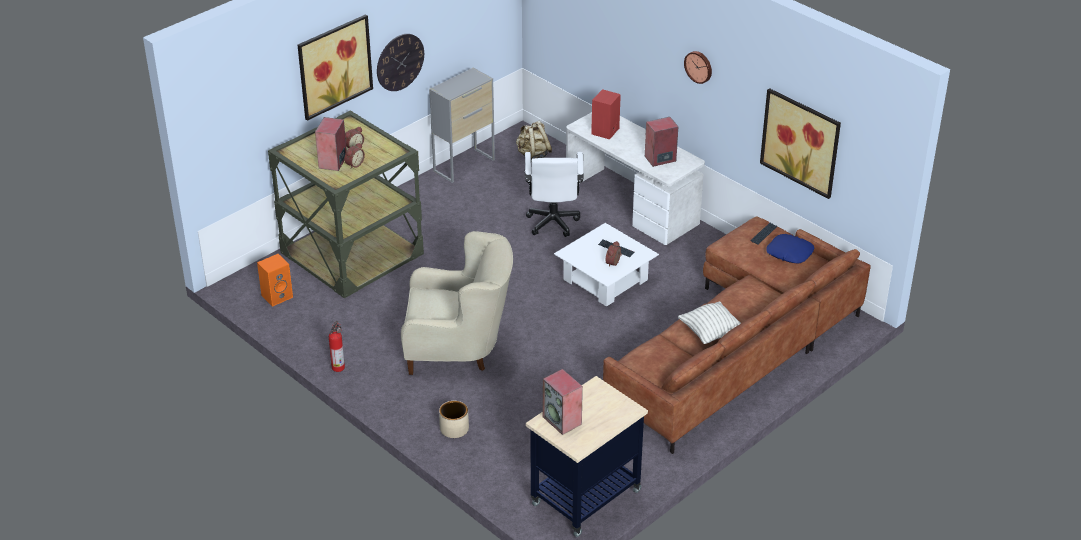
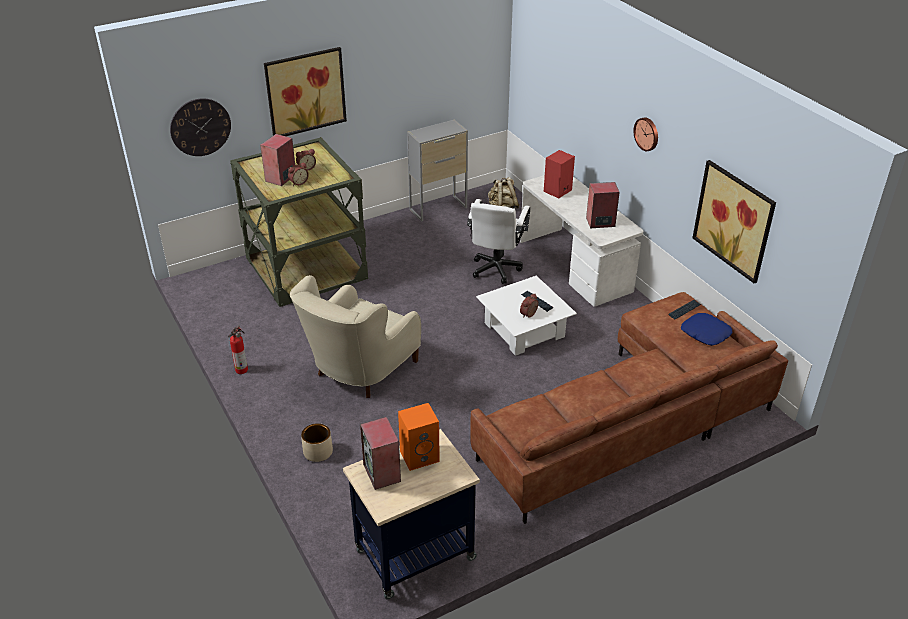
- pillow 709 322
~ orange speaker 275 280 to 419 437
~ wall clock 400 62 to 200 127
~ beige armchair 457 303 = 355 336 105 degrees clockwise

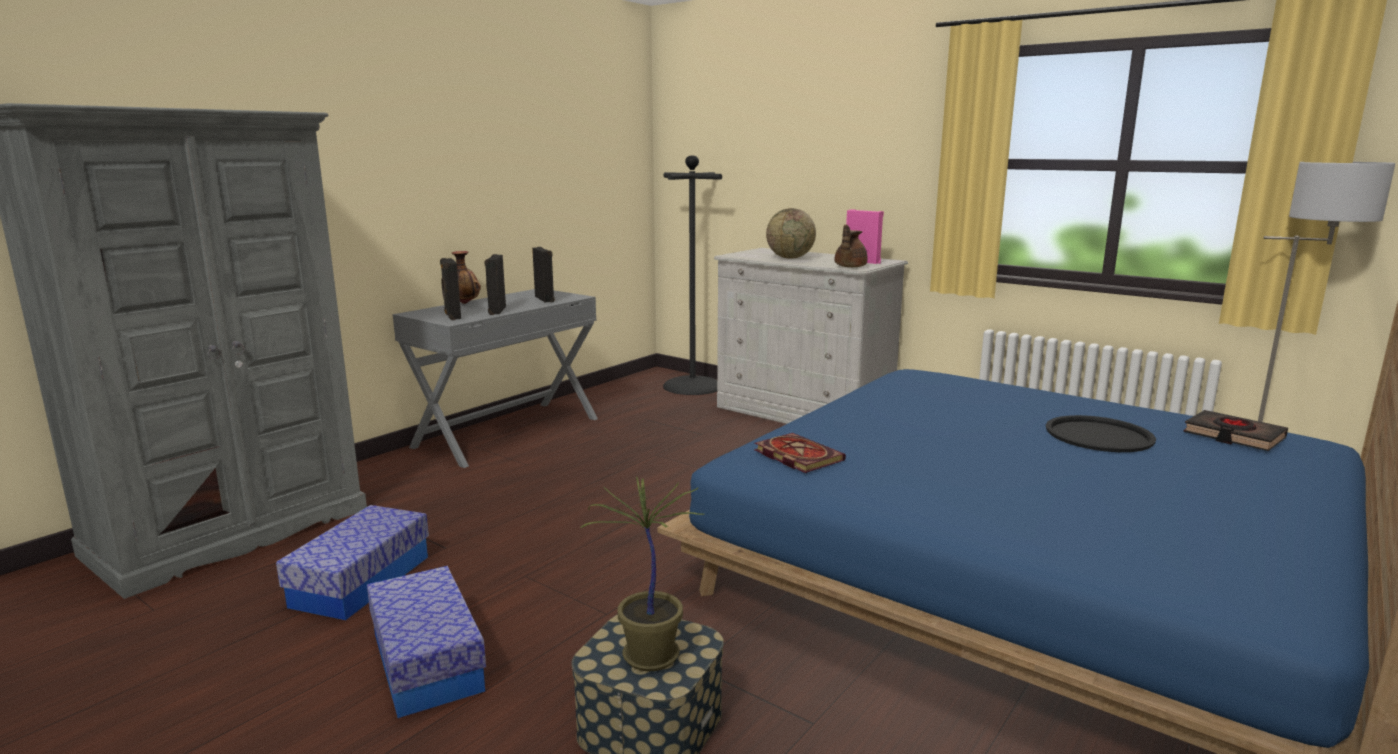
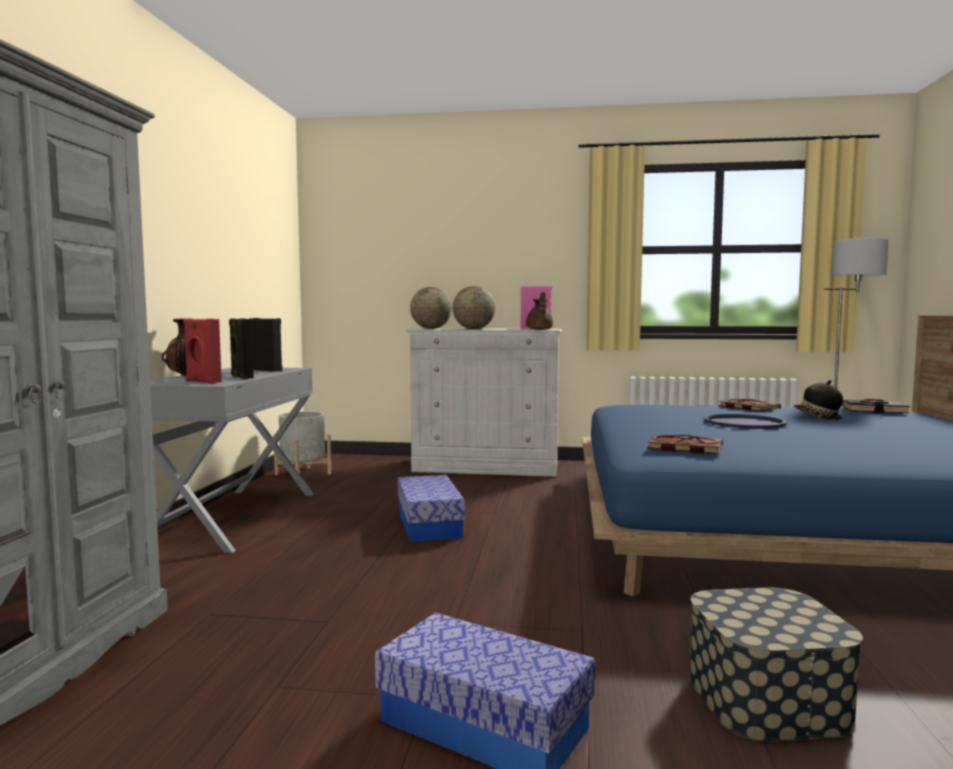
- potted plant 642 573
- black-coloured clothes rack 692 275
+ gray plant pot 302 443
+ globe 431 308
+ blue-coloured tray 745 421
+ bound book 749 405
~ storage bin 352 562 to 431 508
~ black-coloured tray 1101 433 to clothing hat 818 400
~ black-coloured speaker 450 289 to red speaker 202 351

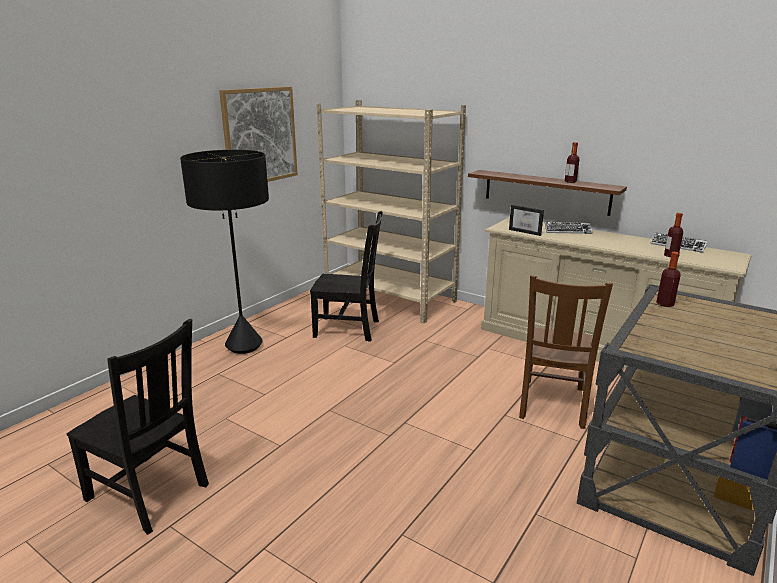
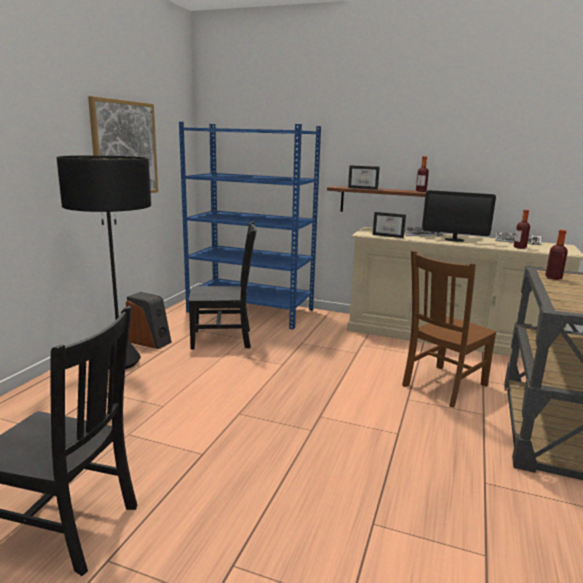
+ speaker 149 320
+ standing frame 364 177
+ computer screen 459 216
~ beige bookcase 391 212 to blue-coloured bookcase 250 226
~ brown-coloured chair 566 352 = 449 329 45 degrees clockwise

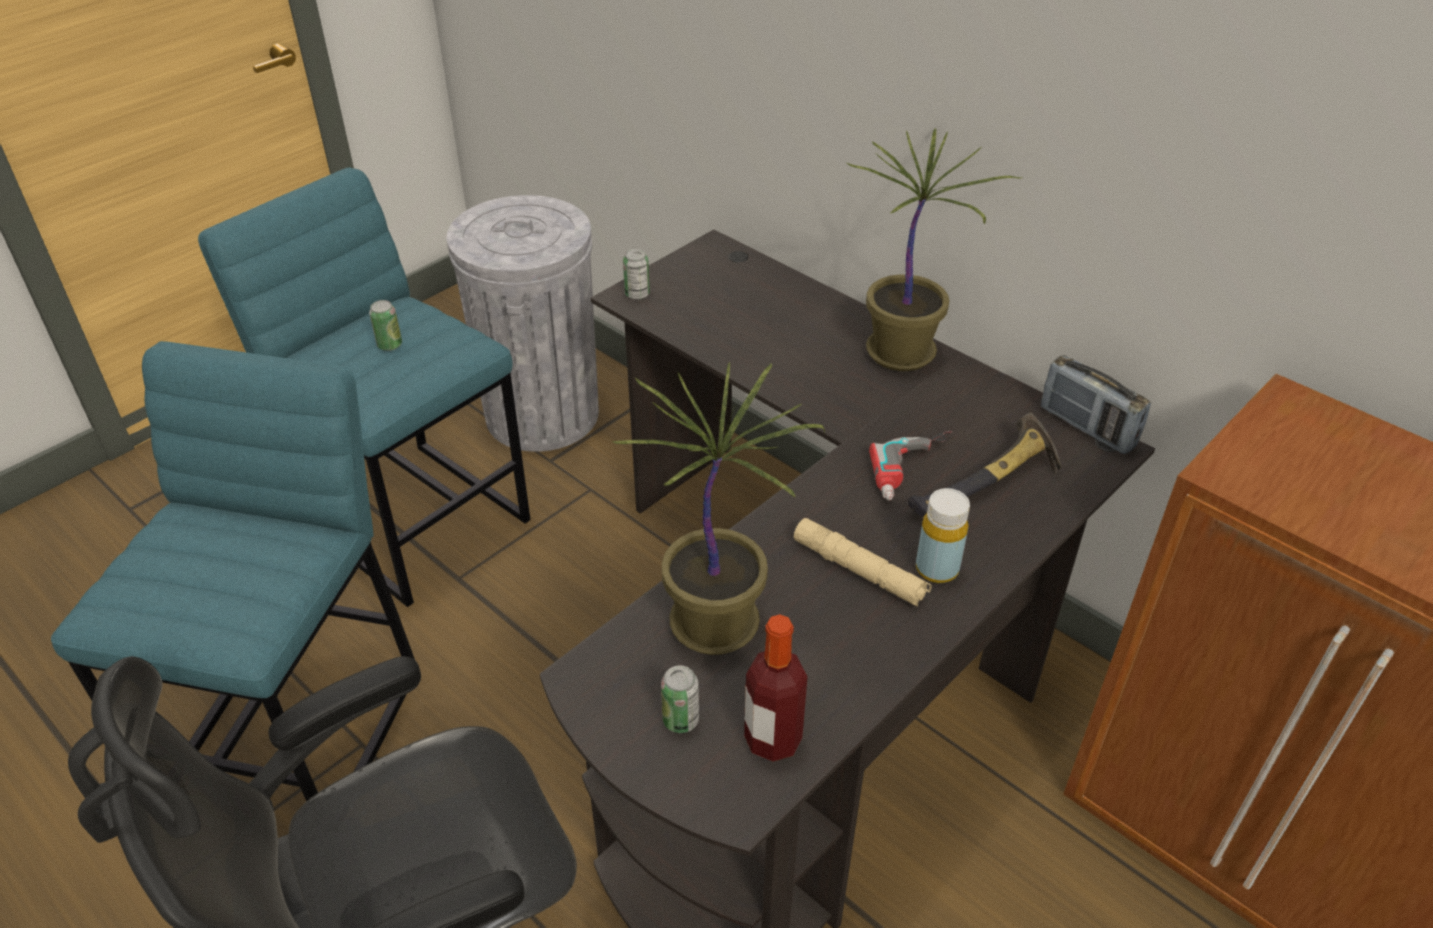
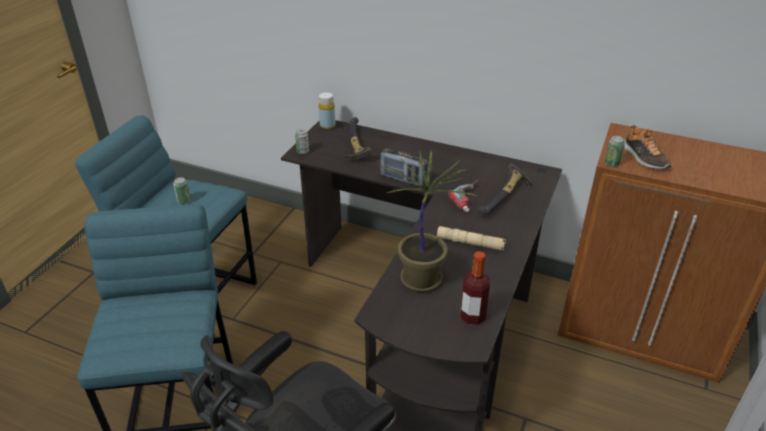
- gray waste bin 523 323
- potted plant 934 249
+ hand hammer 358 139
+ shoe 647 147
~ sealed can 680 699 to 614 151
~ yellow-coloured bottle 943 535 to 327 110
~ radio 1096 404 to 404 167

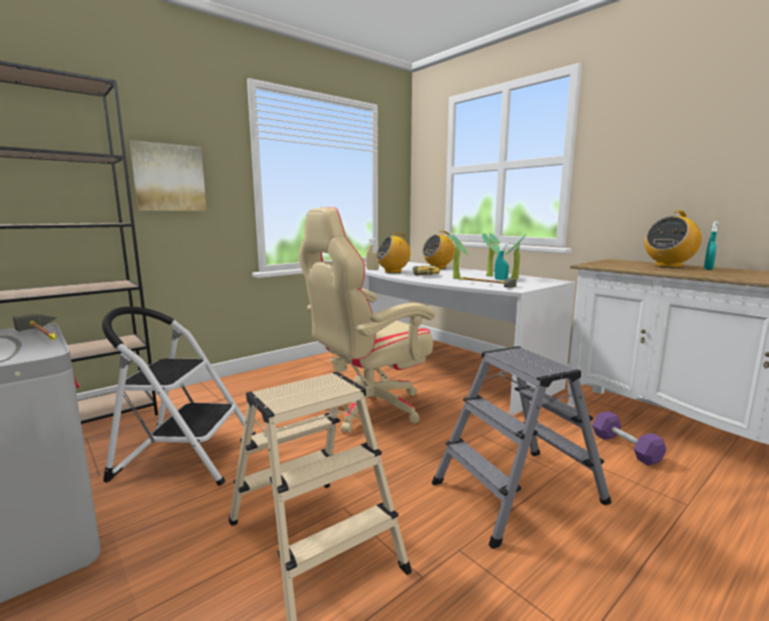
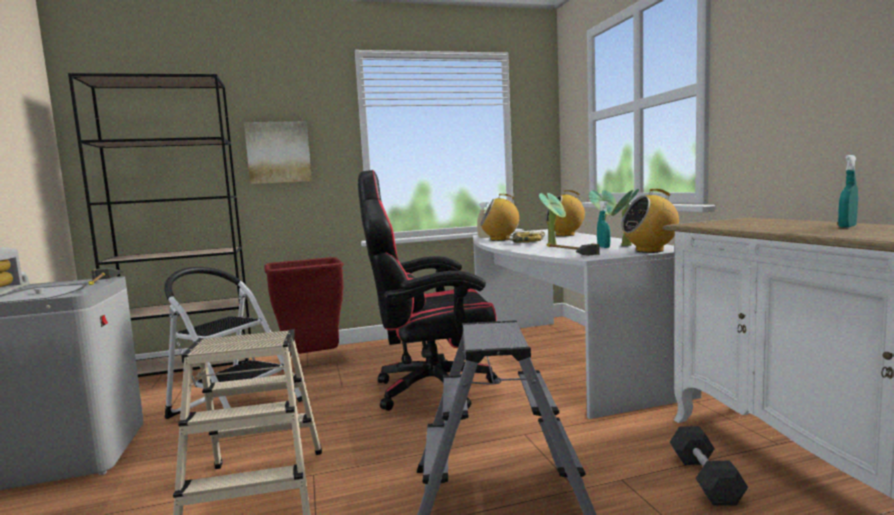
+ red waste bin 304 306
~ radio 673 239 to 650 221
~ beige computer chair 366 320 to black-coloured computer chair 428 290
~ purple dumbbell 629 438 to black-coloured dumbbell 709 466

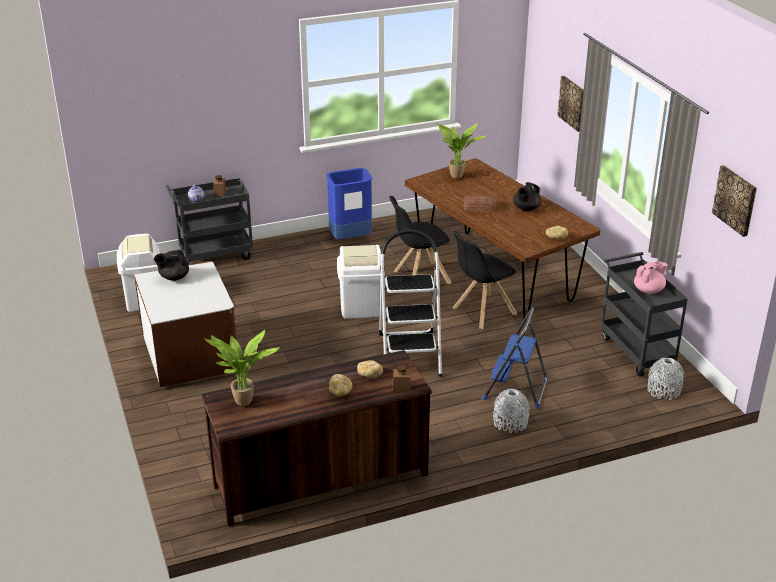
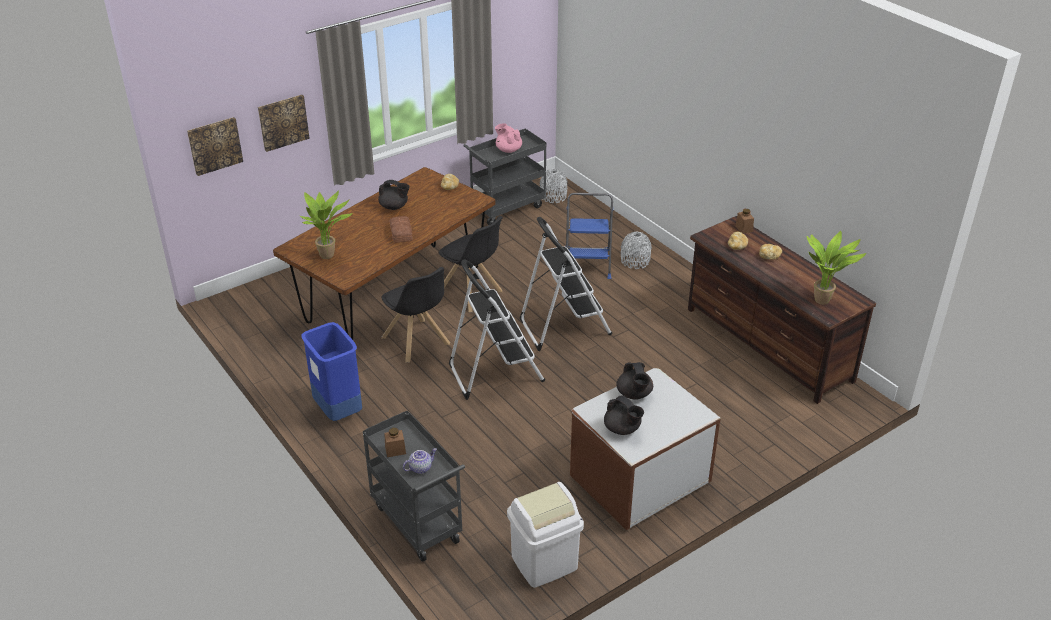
+ black-coloured pot for tea 634 380
~ wall art 734 201 to 215 146
~ whitish waste bin 359 281 to step ladder 497 329

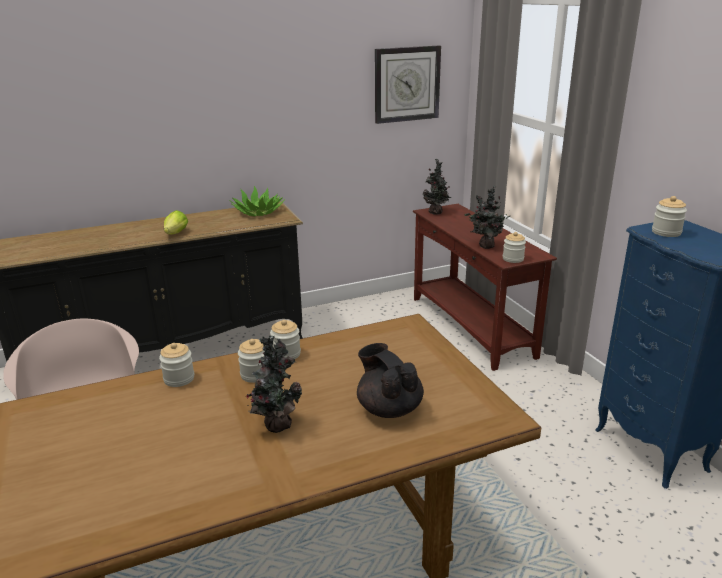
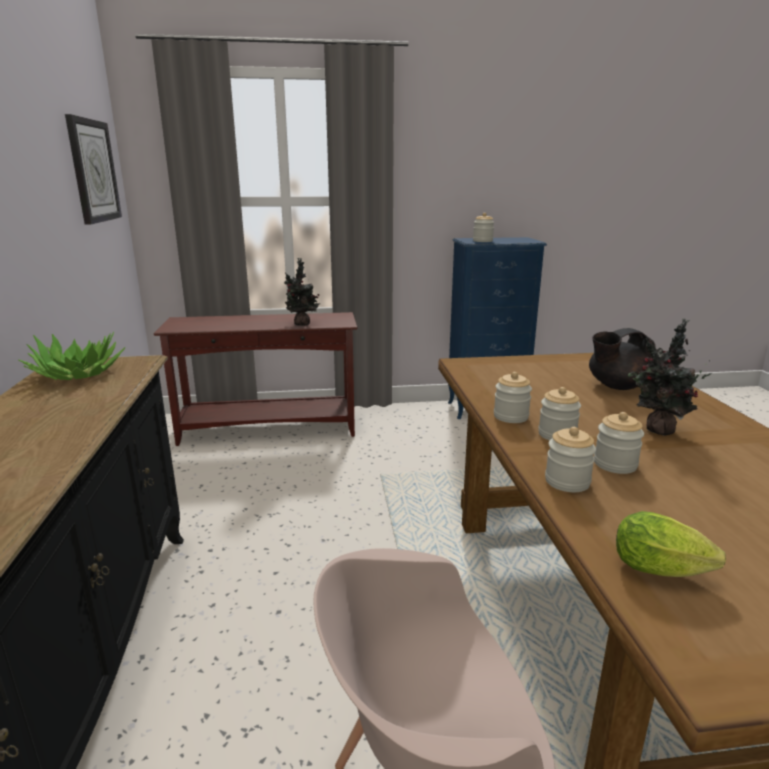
- potted plant 437 187
~ lettuce 176 222 to 671 544
~ jar 514 247 to 619 443

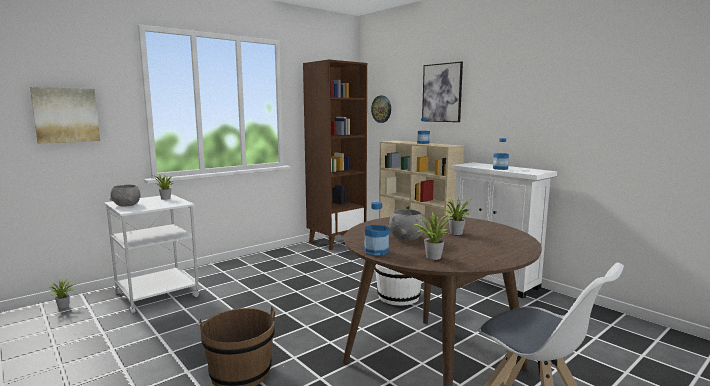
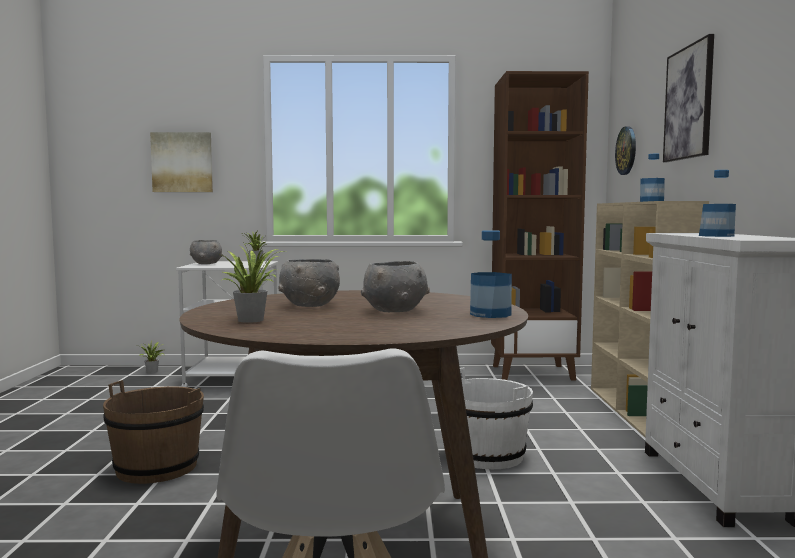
~ bottle 376 229 to 491 274
~ potted plant 456 215 to gray deep dish 395 286

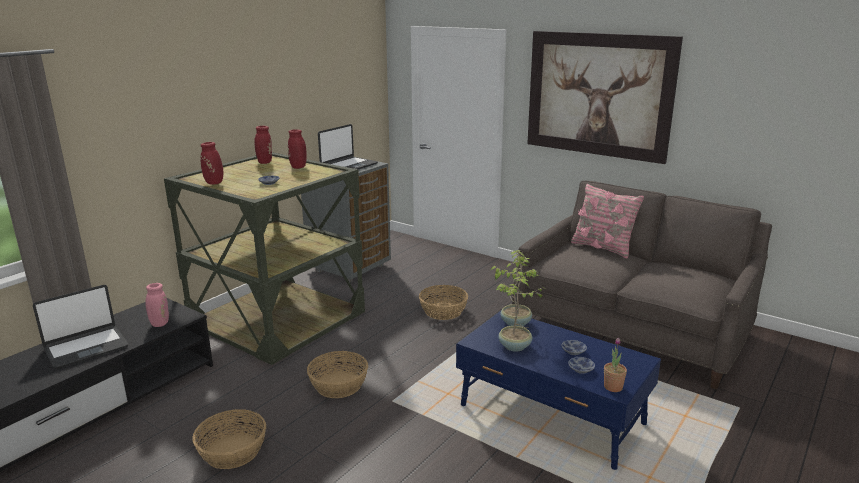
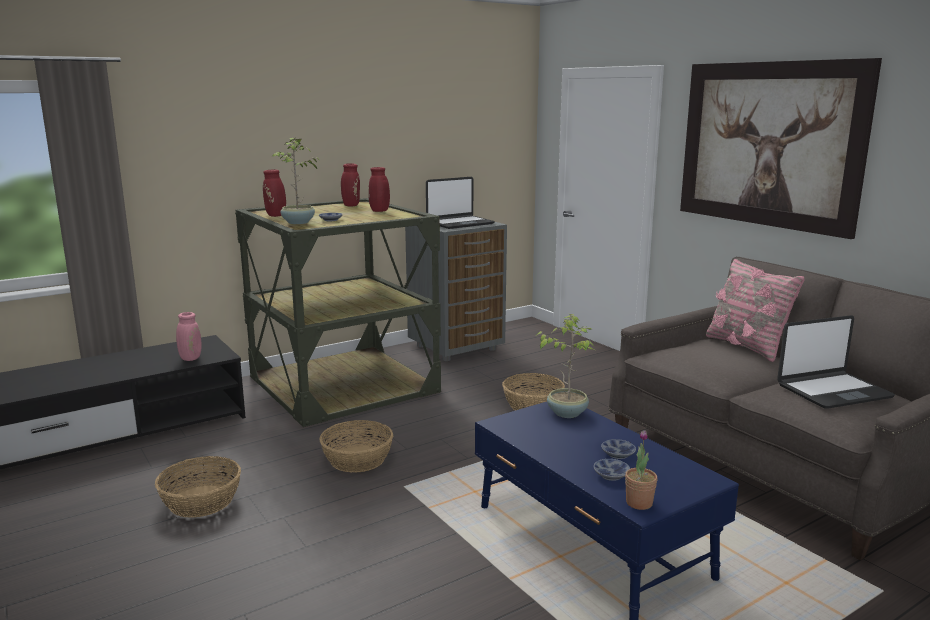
~ portable computer 80 327 to 836 362
~ potted plant 520 310 to 296 181

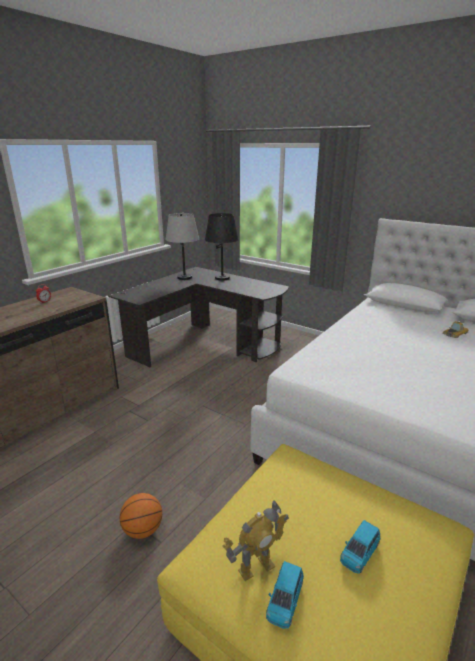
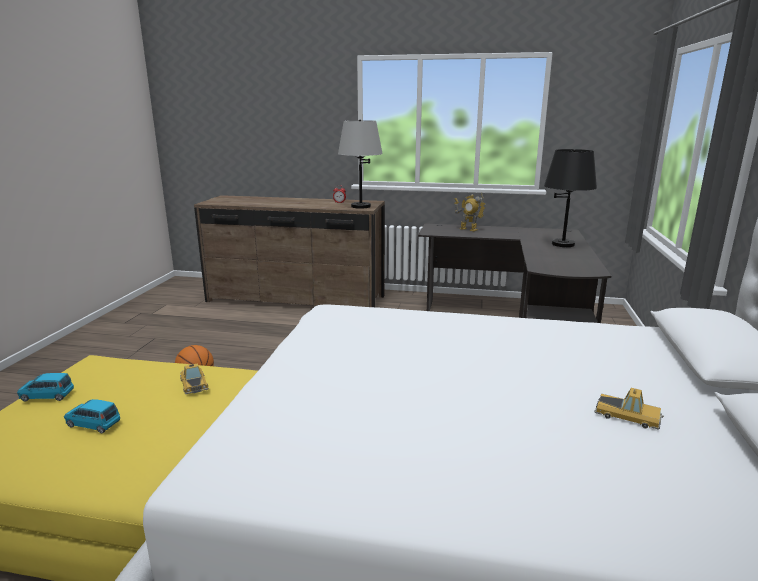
+ toy car 194 378
~ gray tabletop lamp 182 246 to 360 164
~ robot figure 256 540 to 471 211

